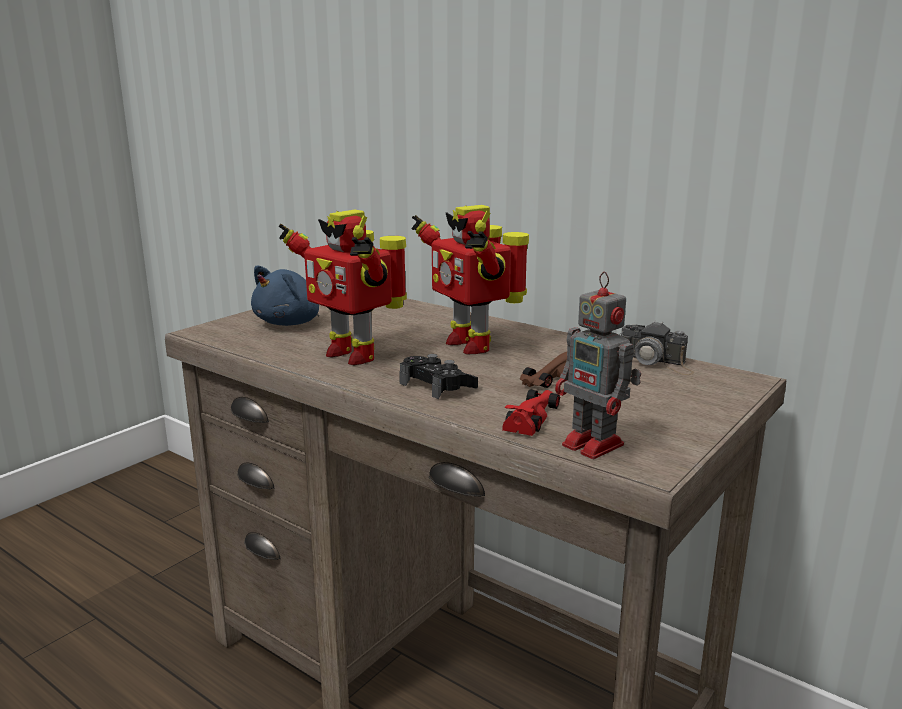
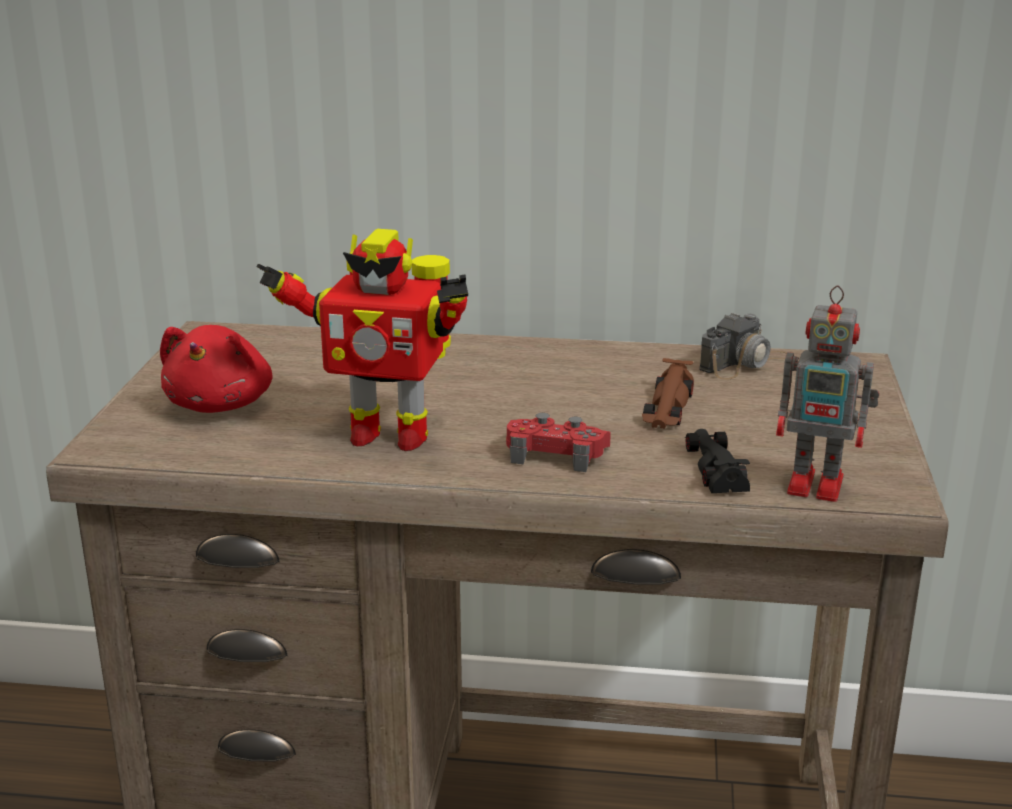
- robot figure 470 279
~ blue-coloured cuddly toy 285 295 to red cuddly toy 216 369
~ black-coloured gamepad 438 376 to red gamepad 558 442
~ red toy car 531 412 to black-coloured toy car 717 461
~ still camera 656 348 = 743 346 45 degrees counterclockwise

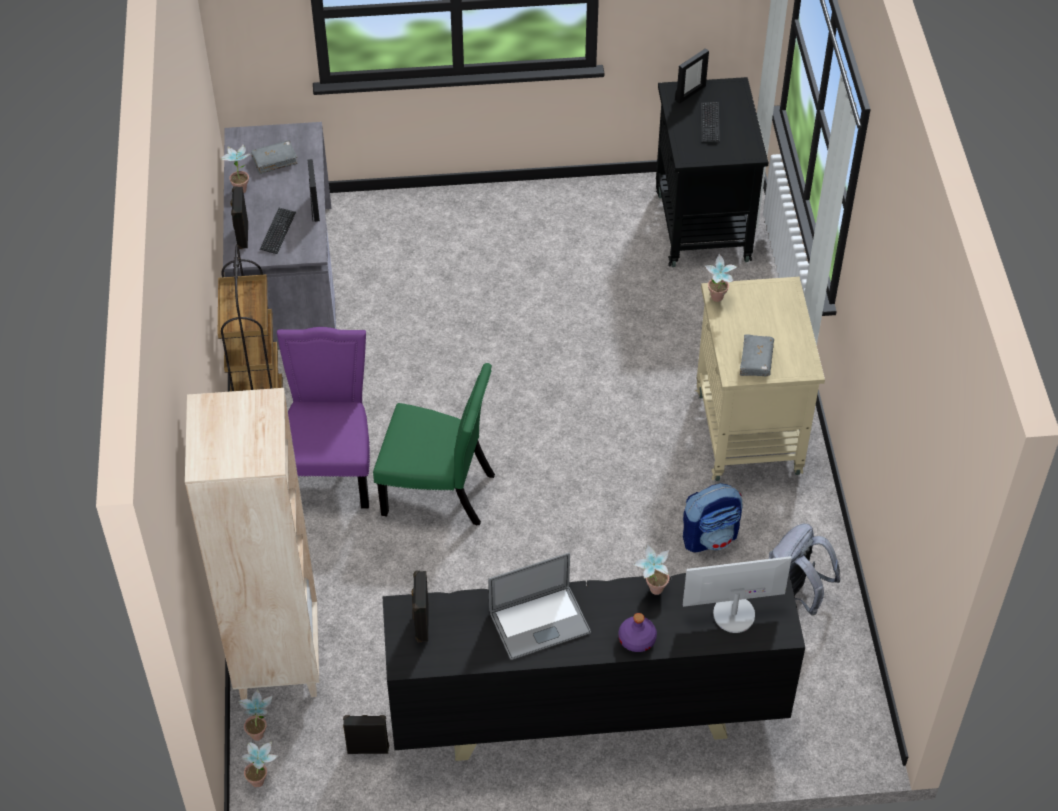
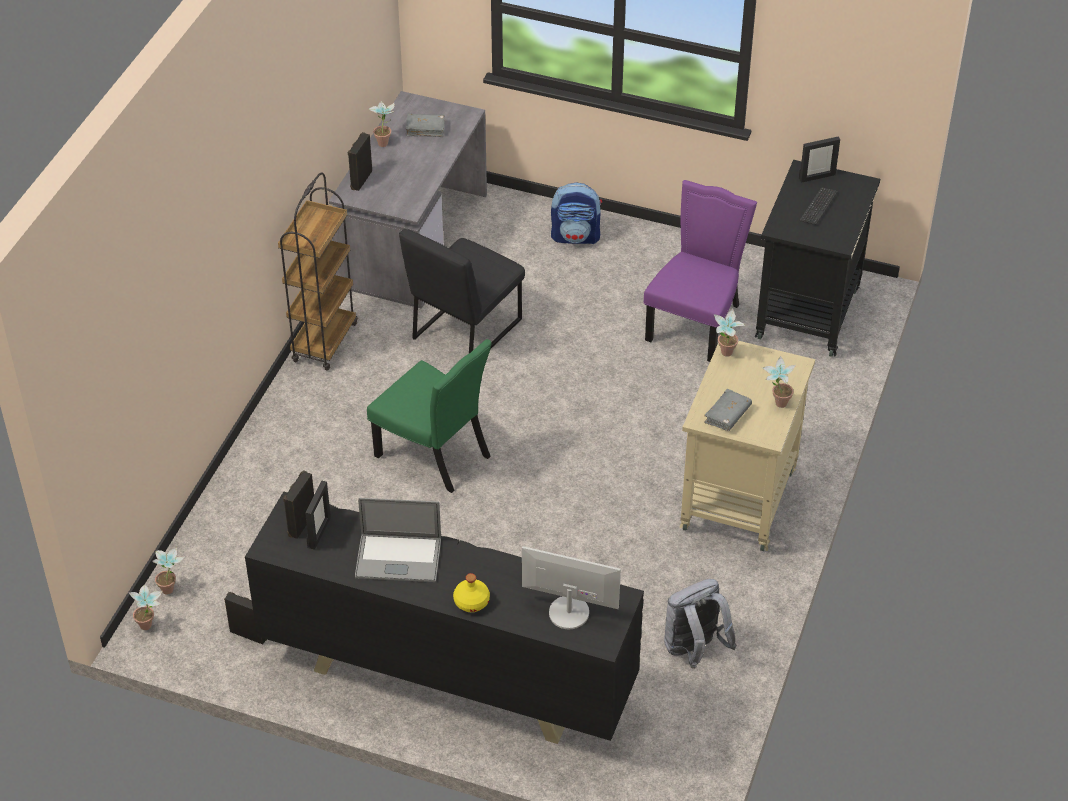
- beige bookcase 252 544
- computer keyboard 278 231
+ black-coloured chair 462 291
~ purple chair 323 417 to 700 271
~ standing frame 313 190 to 318 515
~ potted plant 651 570 to 779 382
~ rucksack 712 517 to 576 213
~ purple bottle 637 632 to yellow-coloured bottle 471 592

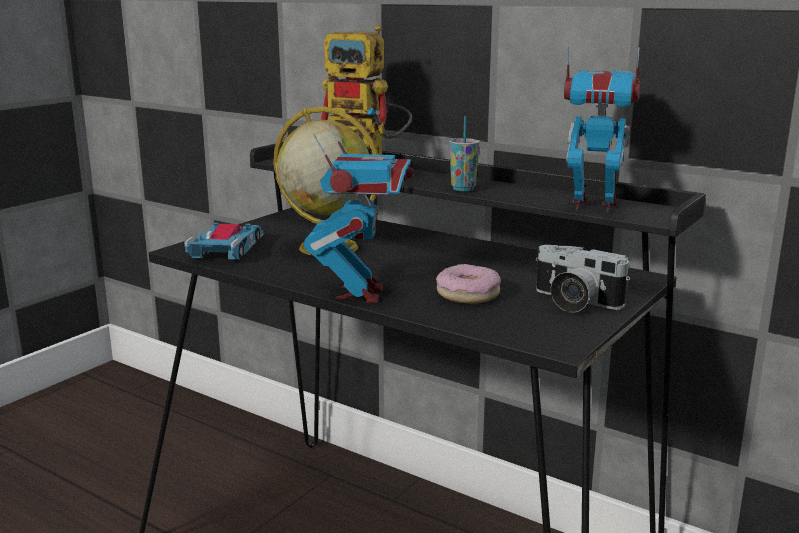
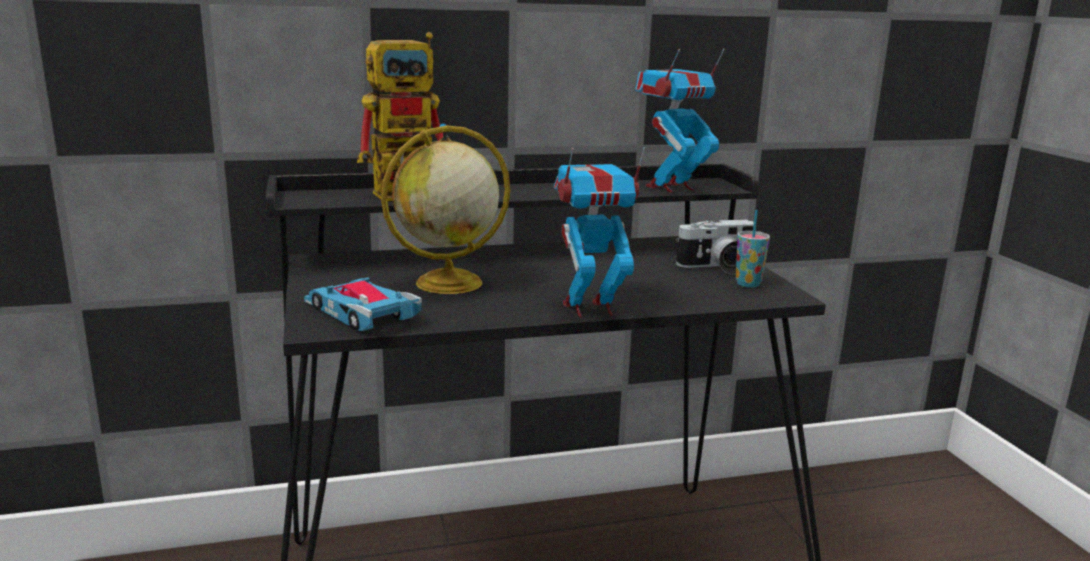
- donut 468 284
~ small cup 465 154 to 753 249
~ robot figure 358 213 = 599 232 60 degrees counterclockwise

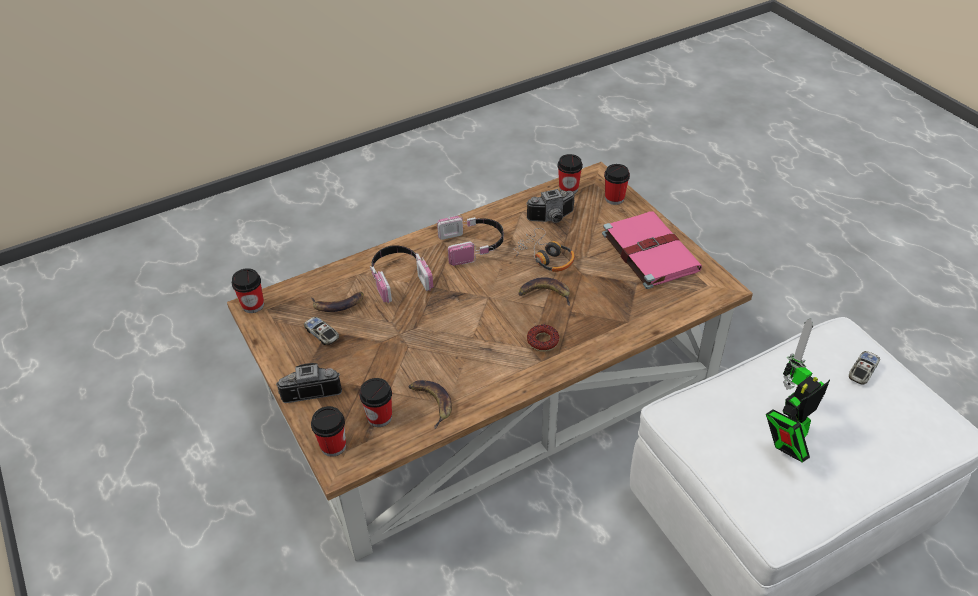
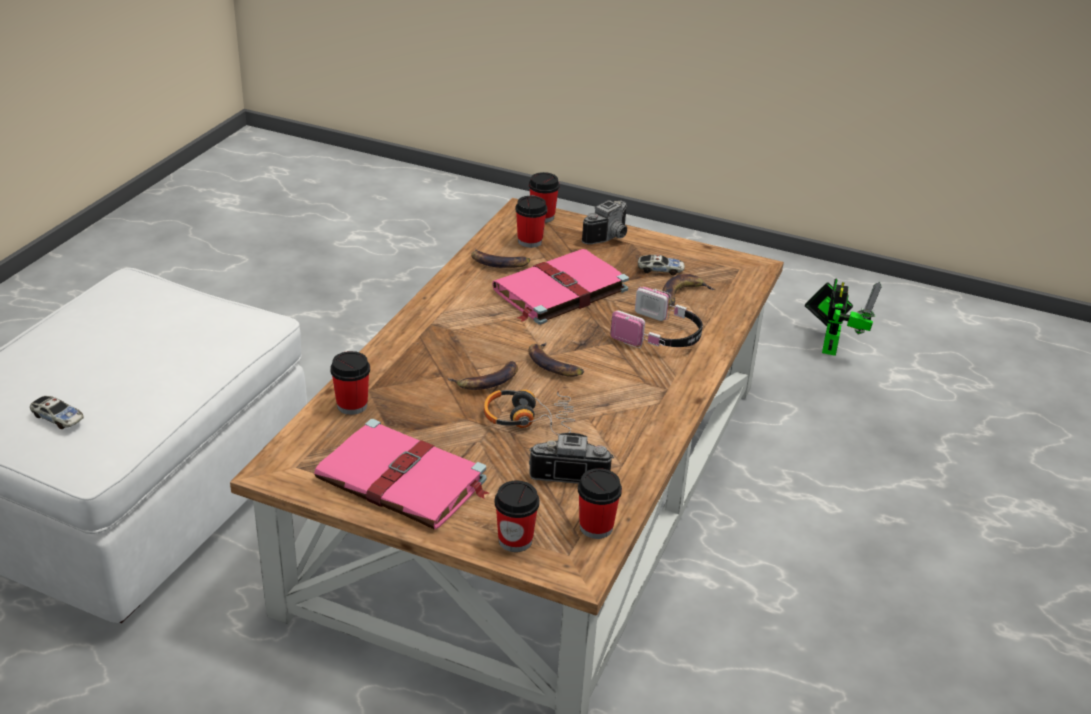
- headset 470 240
- donut 543 338
+ pink bound book 560 287
+ whole banana 556 359
~ small cup 248 290 to 350 383
~ robot figure 798 390 to 843 317
~ still camera 550 206 = 571 458 60 degrees clockwise
~ toy car 864 368 = 57 412 60 degrees counterclockwise

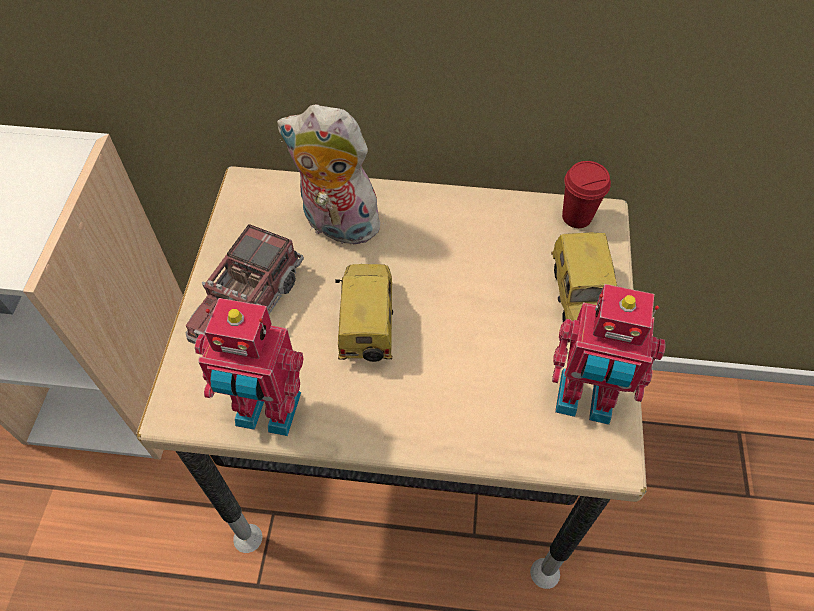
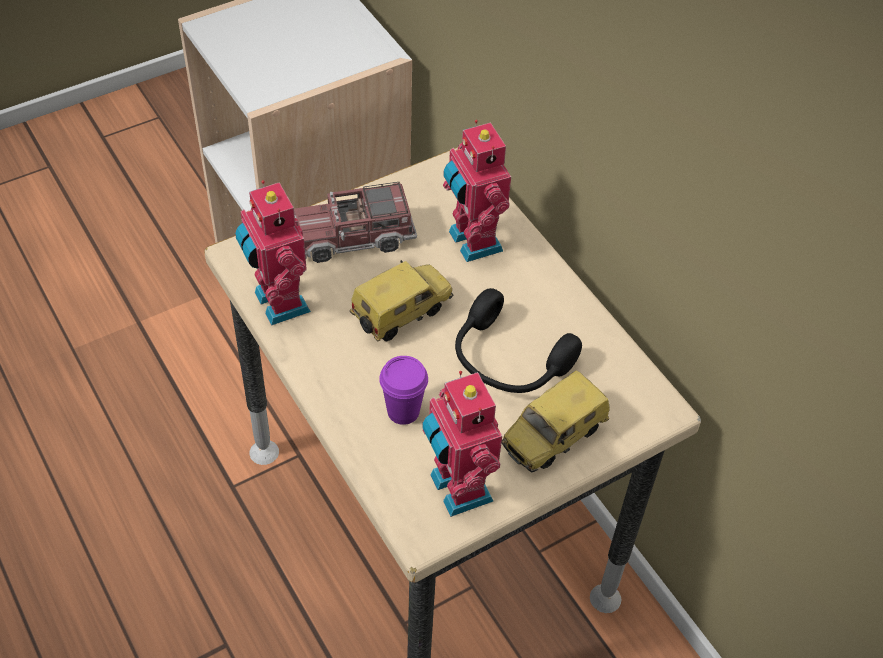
- red small cup 586 194
+ purple small cup 403 390
+ black-coloured headset 518 340
~ cuddly toy 328 174 to robot figure 477 191

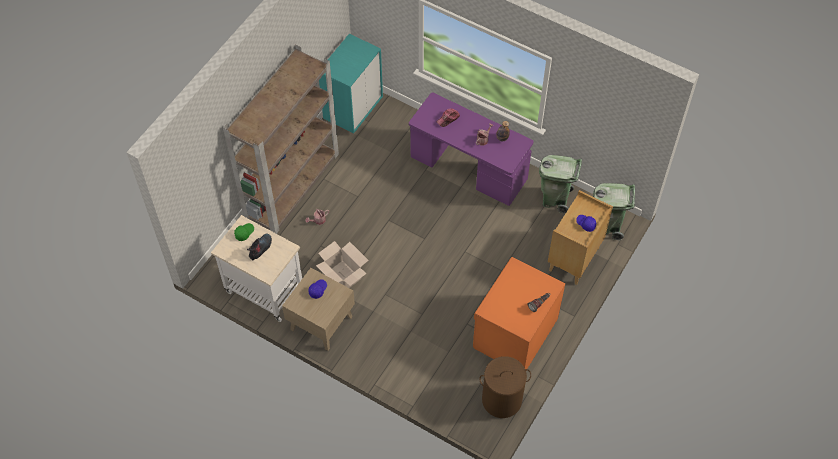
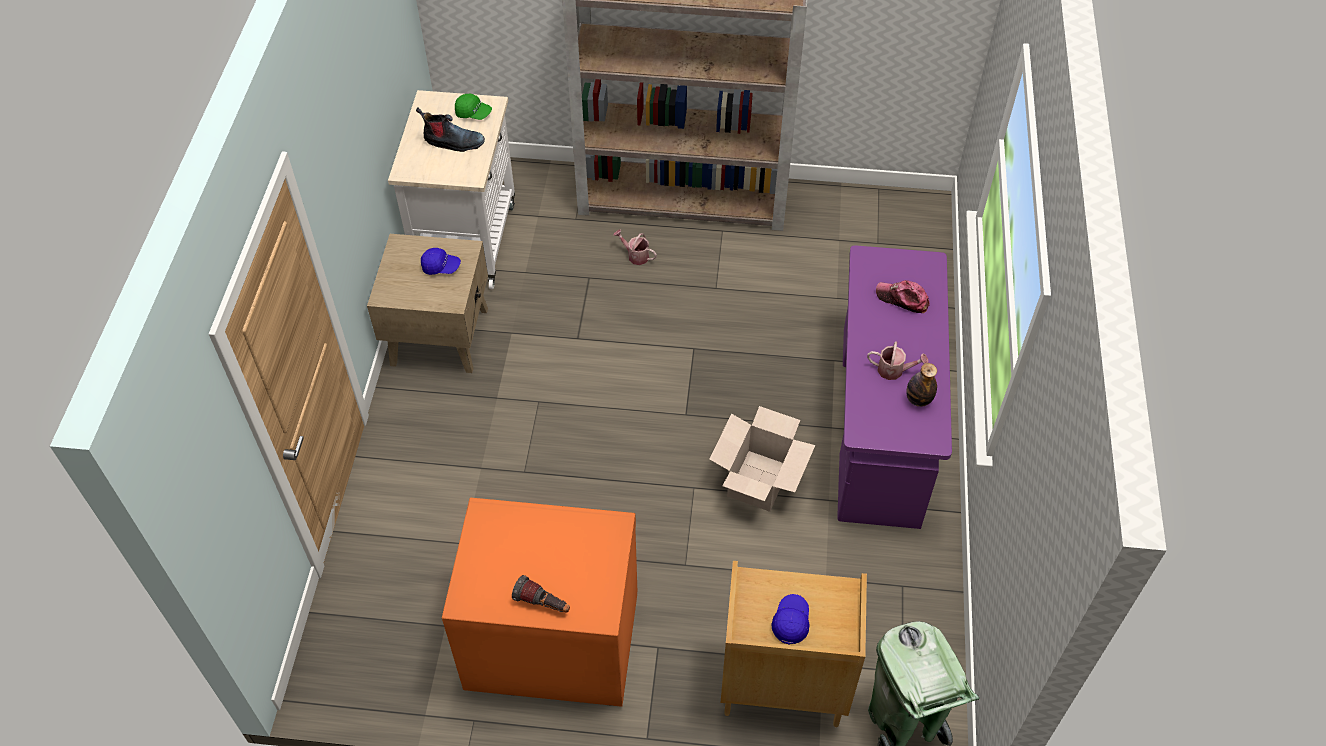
- turquoise-coloured cupboard 351 84
- brown-coloured laundry basket 505 387
- green waste bin 560 184
~ carton 342 264 to 762 459

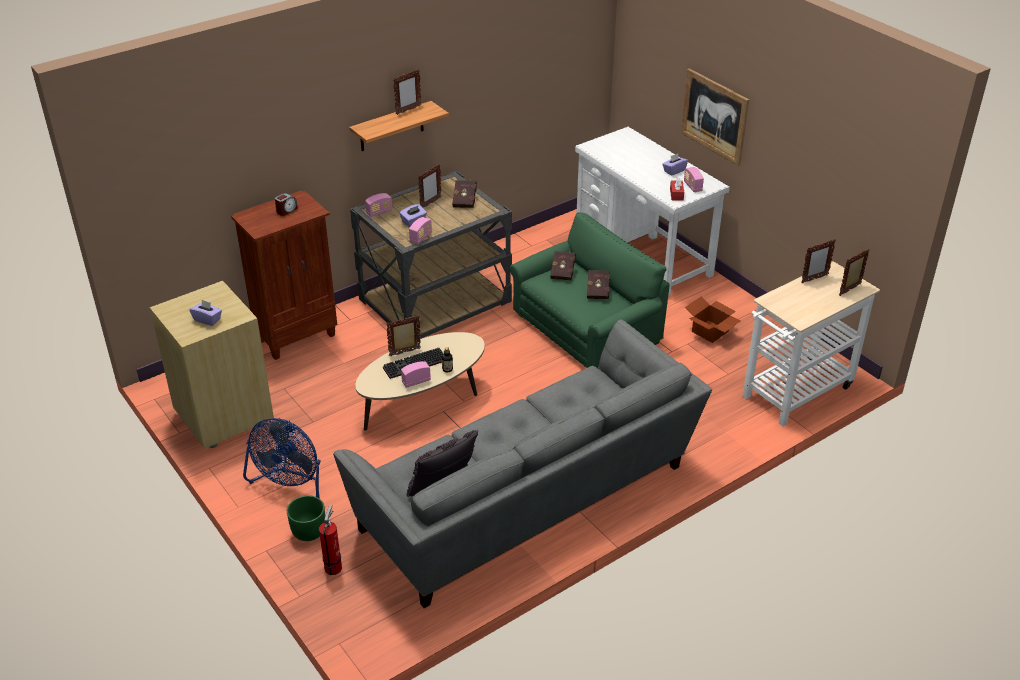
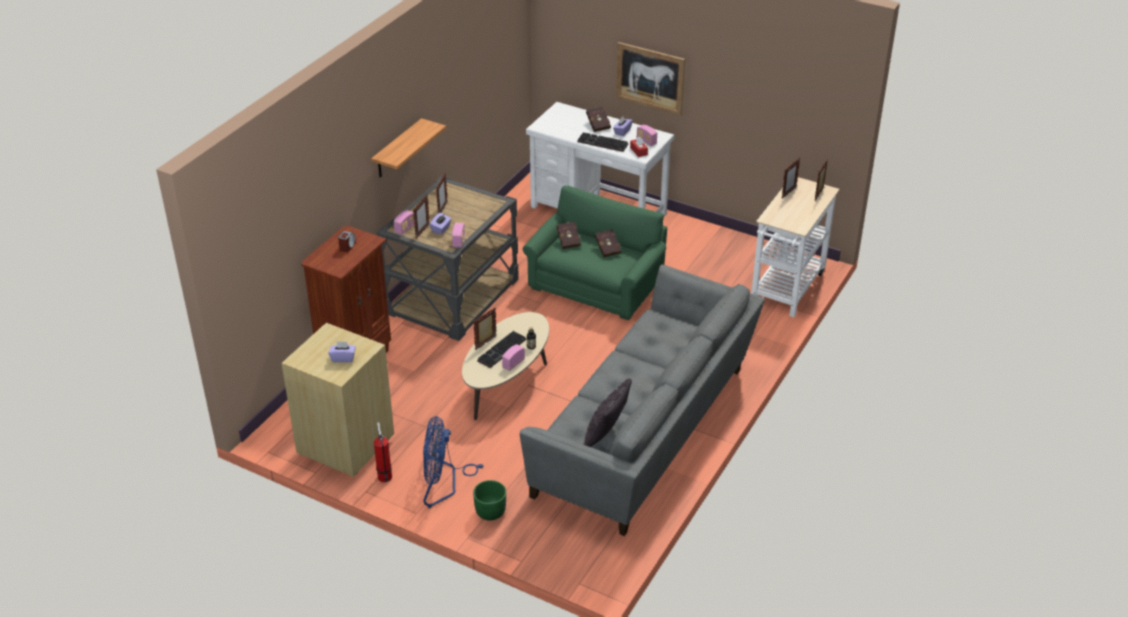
- carton 713 319
+ computer keyboard 602 142
~ extinguisher 330 540 to 383 452
~ standing frame 407 92 to 421 216
~ red bound book 464 194 to 598 119
~ blue-coloured electric fan 281 458 = 453 462 90 degrees clockwise

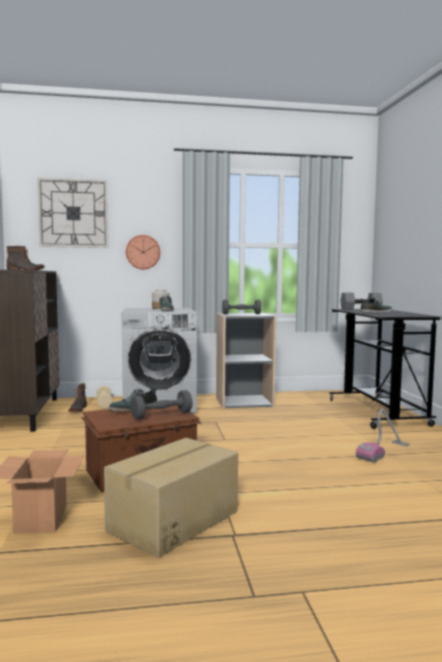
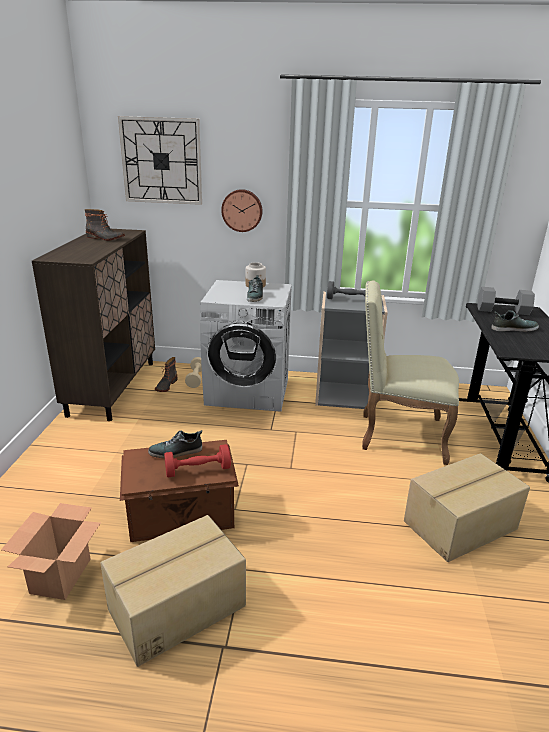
+ beige chair 410 372
~ vacuum cleaner 383 435 to carton 467 507
~ gray dumbbell 161 405 to red dumbbell 197 460

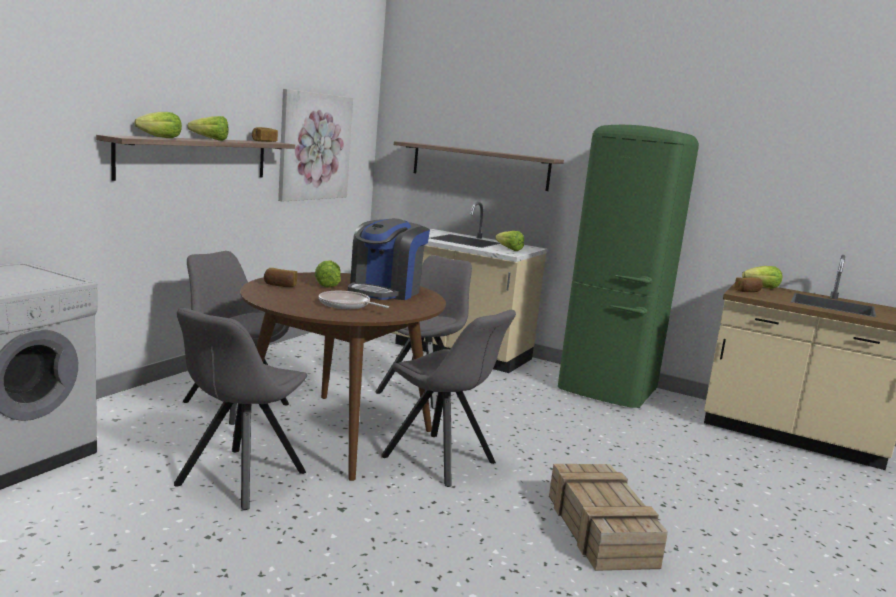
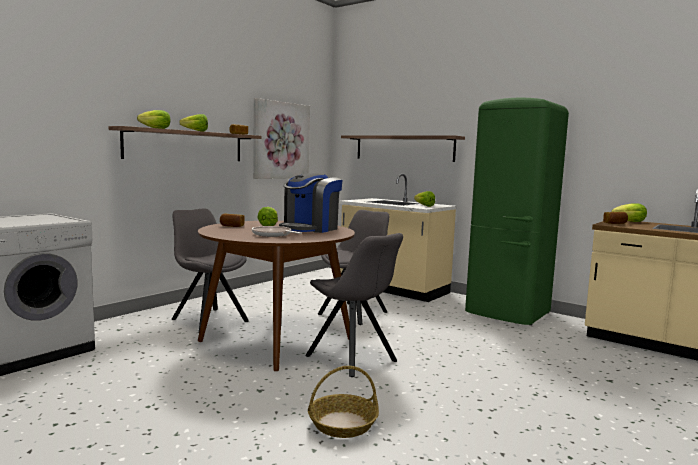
- gray chair 240 409
- crate 608 517
+ basket 343 402

